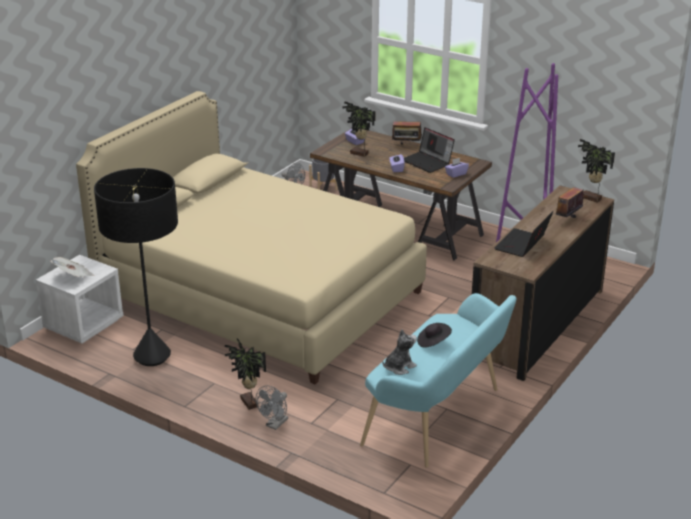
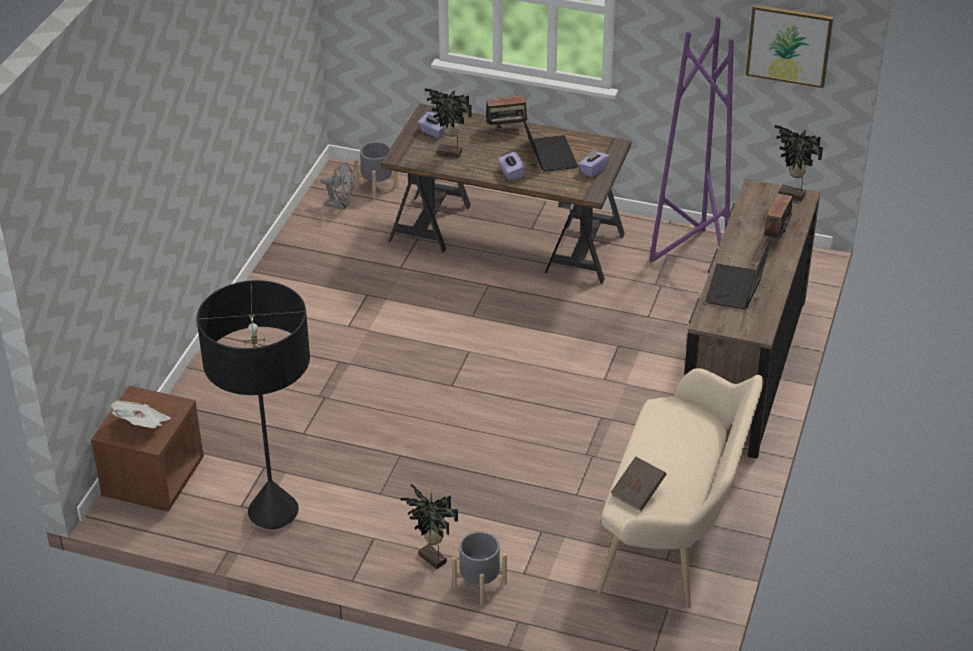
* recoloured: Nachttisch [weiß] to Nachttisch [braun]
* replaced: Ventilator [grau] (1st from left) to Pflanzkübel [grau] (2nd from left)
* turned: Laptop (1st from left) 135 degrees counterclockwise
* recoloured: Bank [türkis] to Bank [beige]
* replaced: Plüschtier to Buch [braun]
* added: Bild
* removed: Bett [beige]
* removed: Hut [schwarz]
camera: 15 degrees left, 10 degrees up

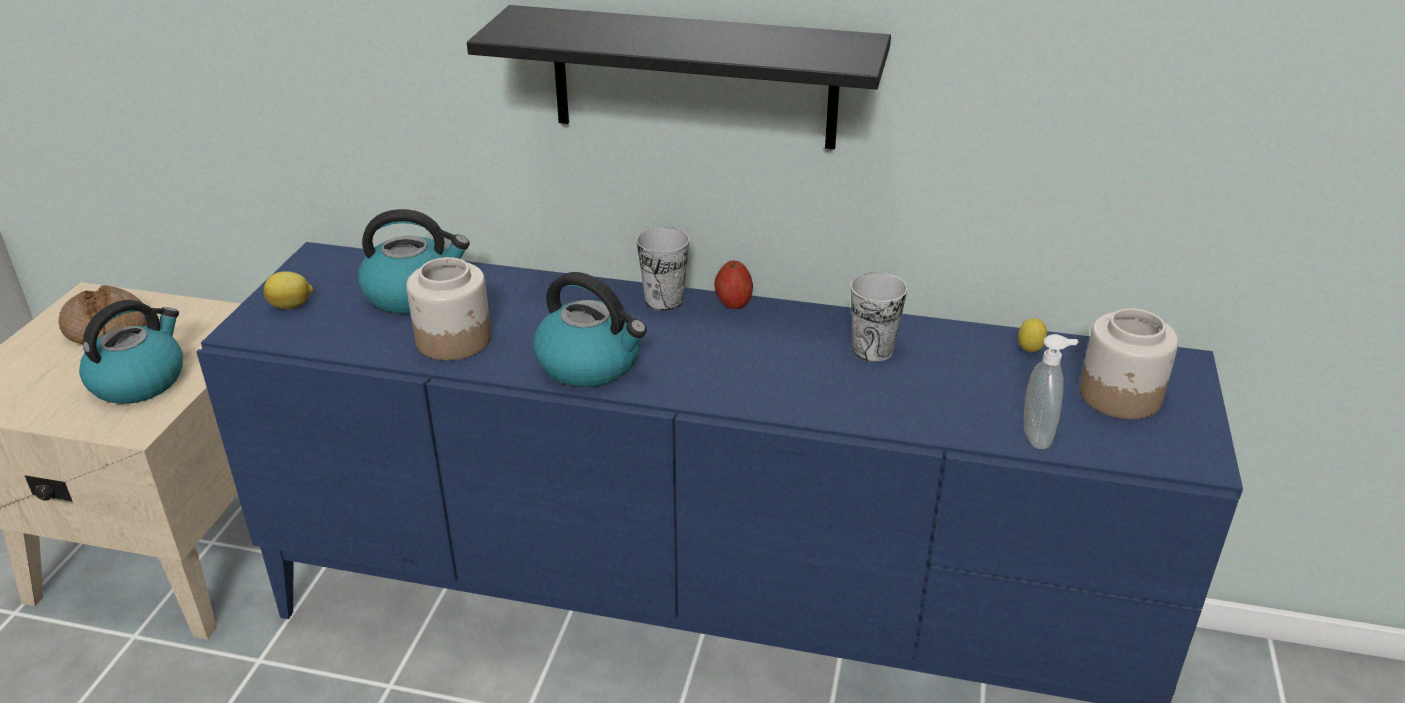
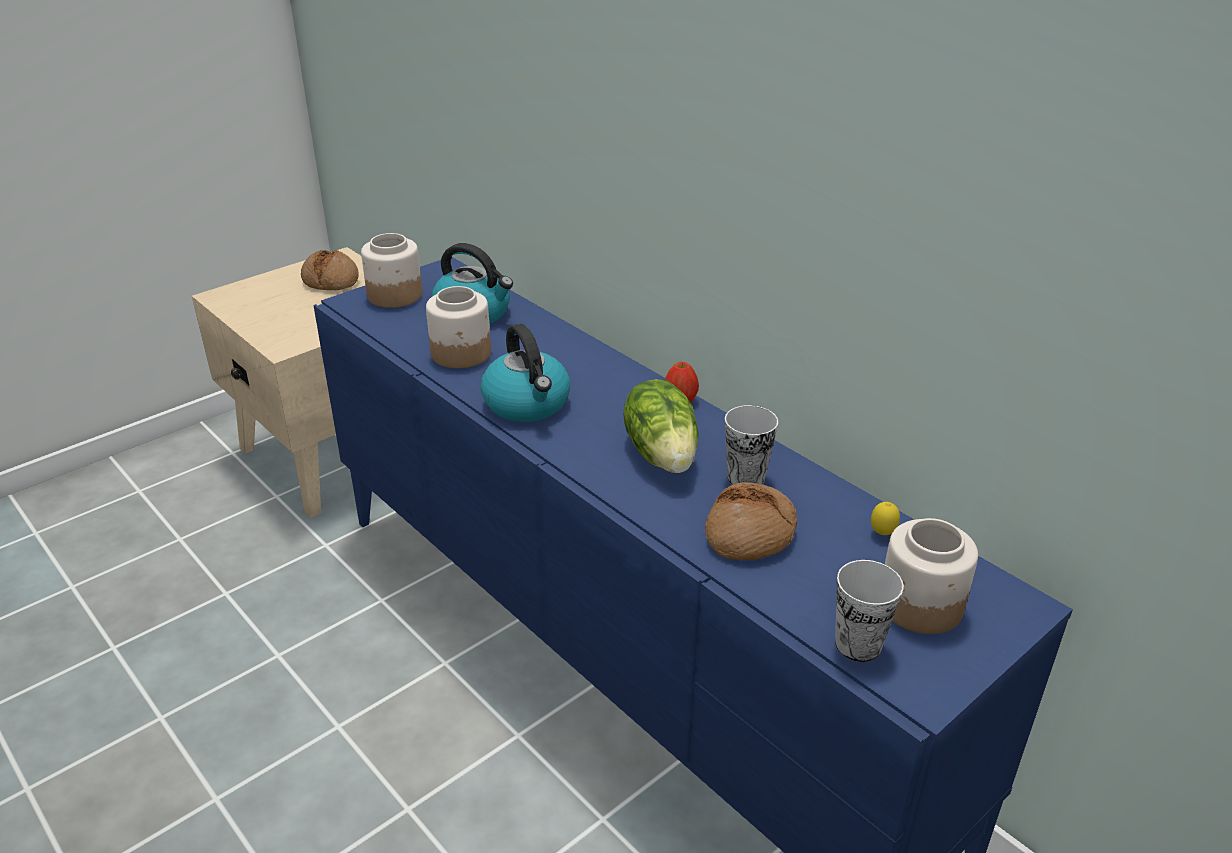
* replaced: Zitrone (1st from left) to Vorratsglas (1st from left)
* added: Salatkopf
* added: Brot (2nd from left)
* moved: Tasse (1st from left in the first image) to Tasse (2nd from left)
* removed: Wasserkessel (1st from left)
* removed: Wandregal [schwarz]
* removed: Seifenspender
camera: 35 degrees right, 0 degrees up

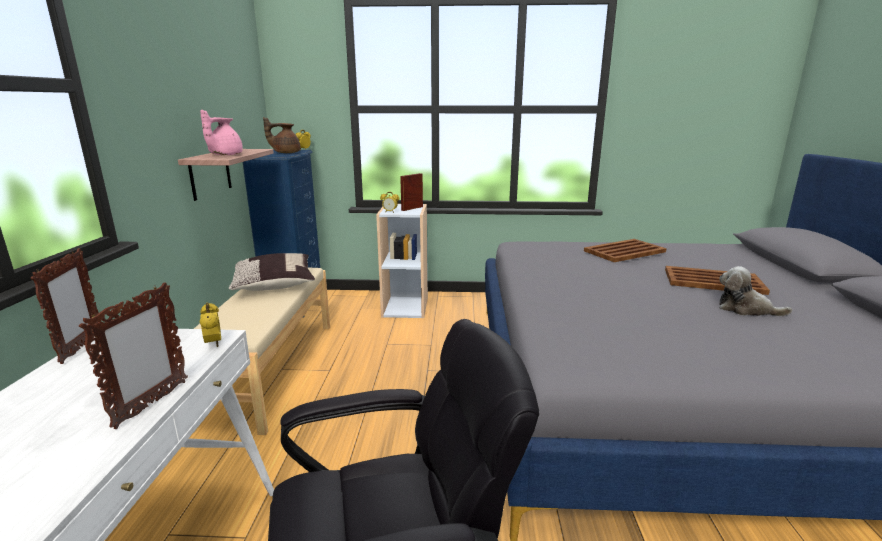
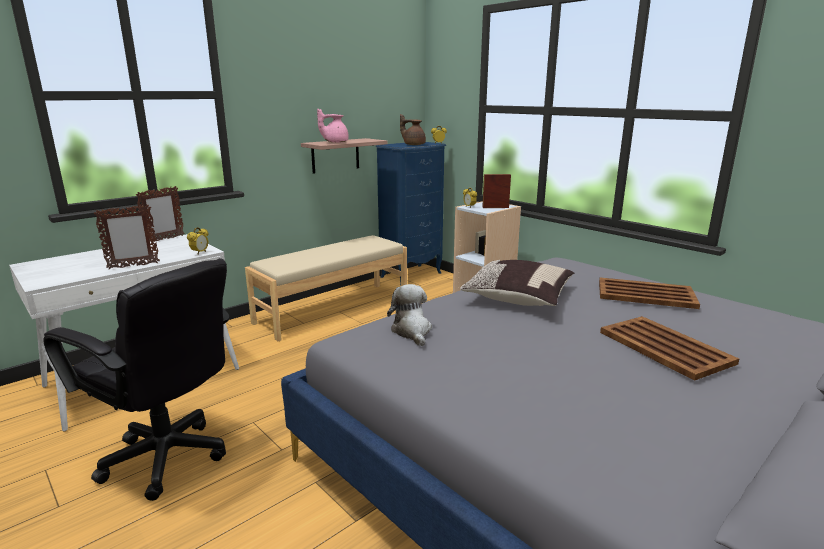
* moved: Plüschtier
* moved: Kissen
camera: 45 degrees right, 0 degrees up

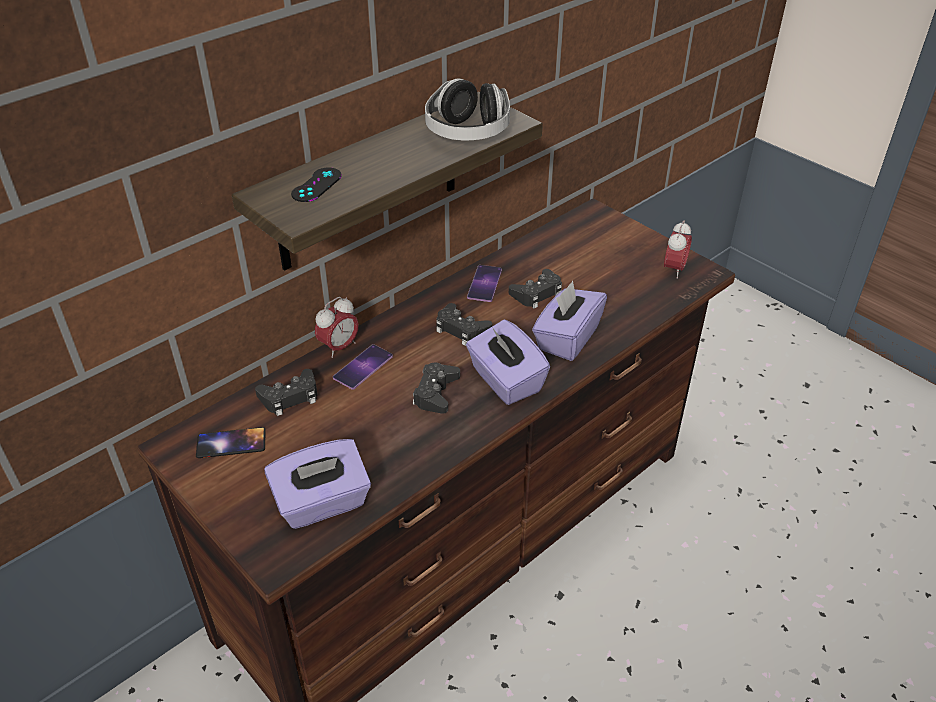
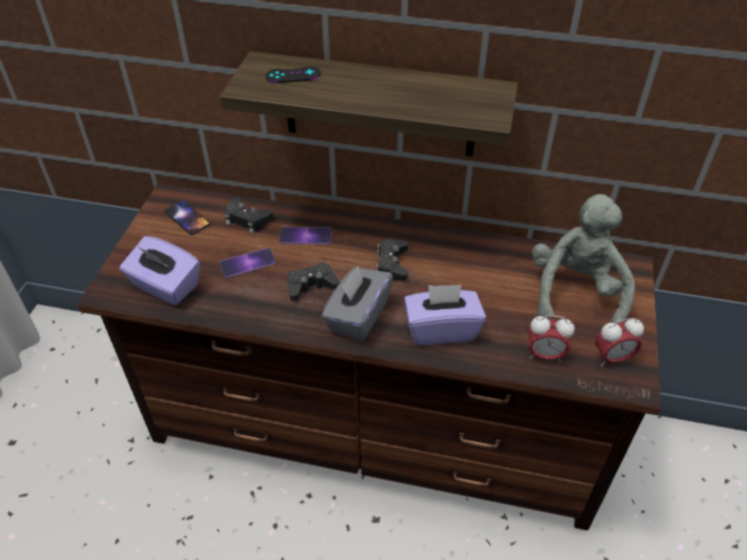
* moved: Handy (3rd from left in the first image) to Handy (2nd from left)
* recoloured: Taschentuchbox [lila] (2nd from left) to Taschentuchbox [grau]
* moved: Wecker (1st from left)
* added: Plüschtier [grau]
* removed: Kopfhörer
* removed: Gamepad [schwarz] (5th from left)
camera: 55 degrees right, 5 degrees up

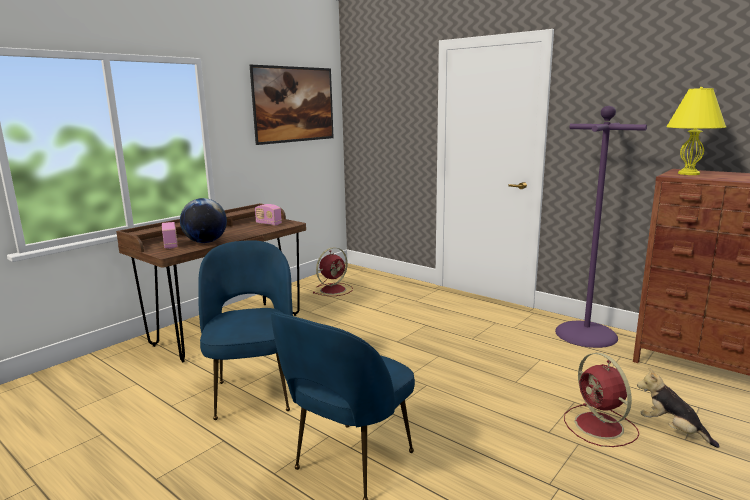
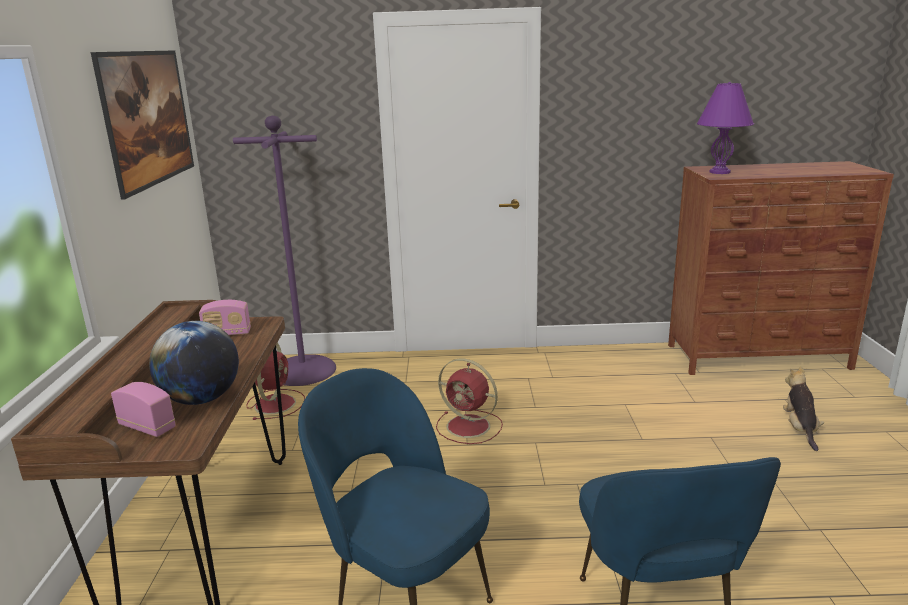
* moved: Kleiderständer [lila]
* moved: Ventilator [rot] (2nd from left)
* recoloured: Tischlampe [gelb] to Tischlampe [lila]
* turned: Plüschtier 90 degrees clockwise
camera: 40 degrees left, 5 degrees up

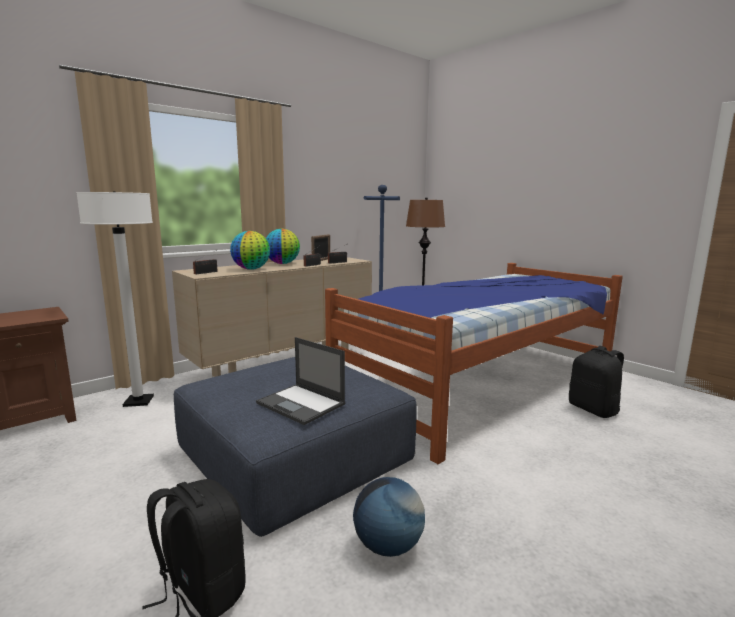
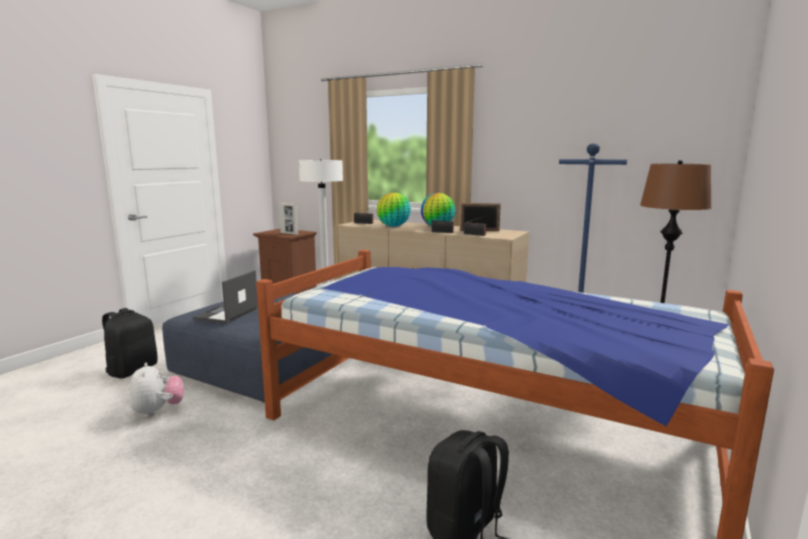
* replaced: Globus (3rd from left) to Plüschtier
* added: Bilderrahmen (1st from left)
camera: 70 degrees right, 0 degrees up

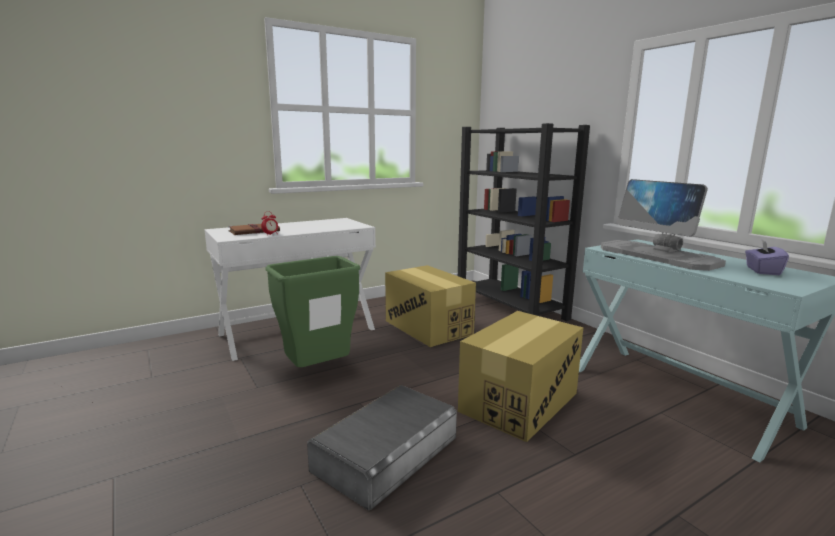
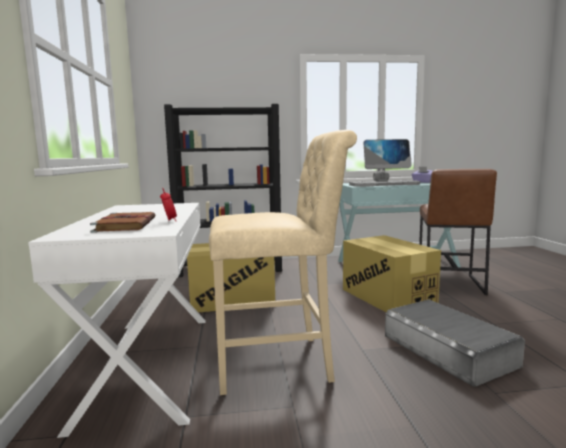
* replaced: Mülleimer [grün] to Hocker [beige]
* added: Stuhl [braun]
camera: 65 degrees left, 5 degrees down

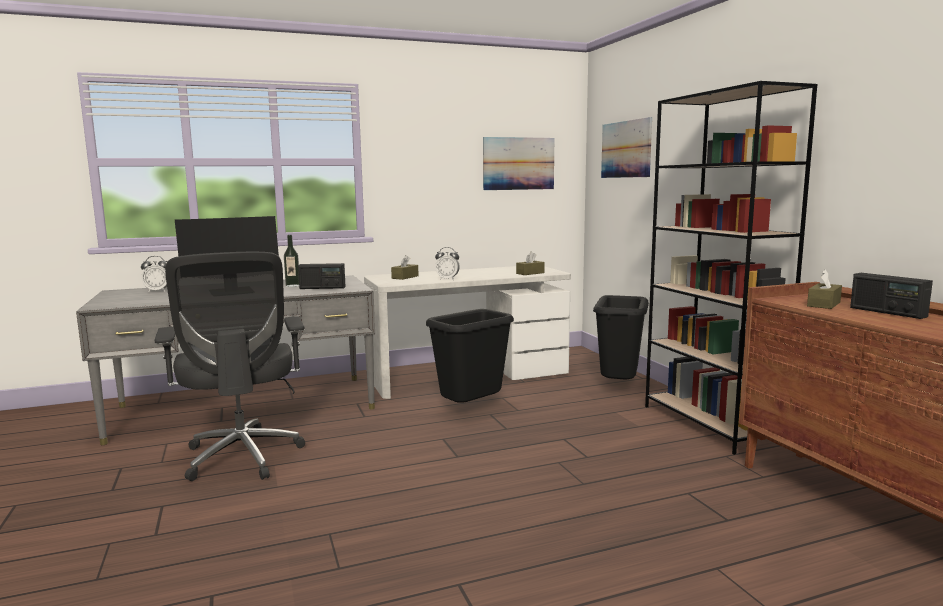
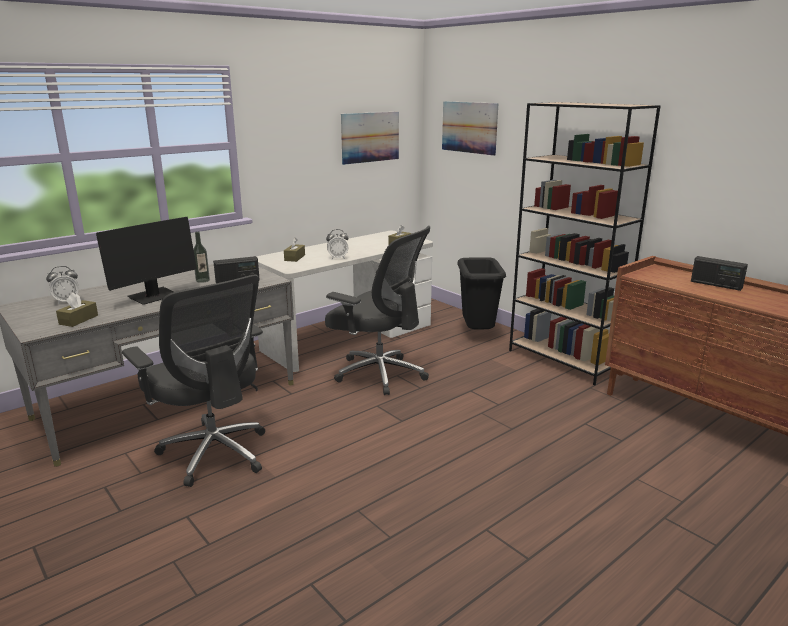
* moved: Taschentuchbox [braun] (3rd from left in the first image) to Taschentuchbox [braun] (1st from left)
* replaced: Mülleimer [schwarz] (1st from left) to Bürostuhl (2nd from left)
camera: 20 degrees left, 10 degrees up

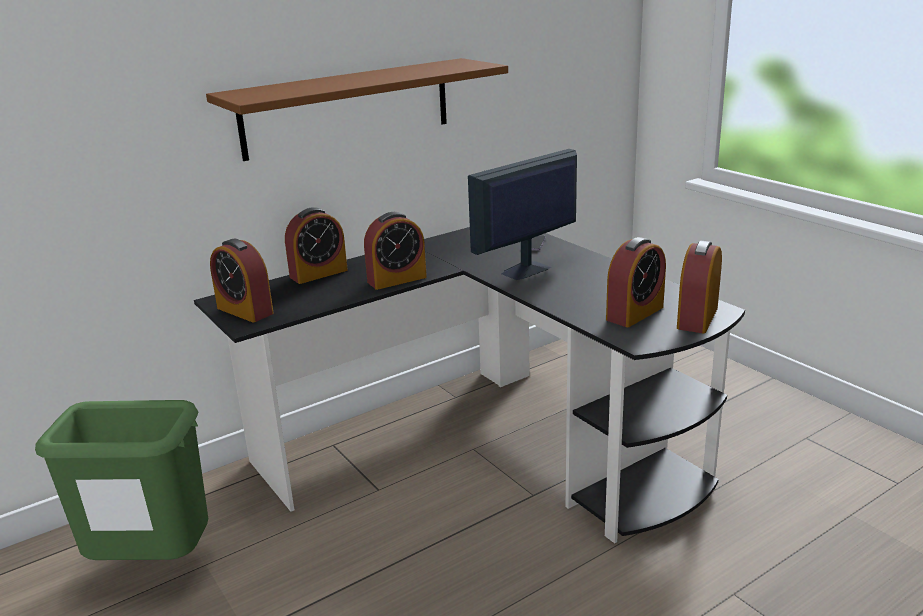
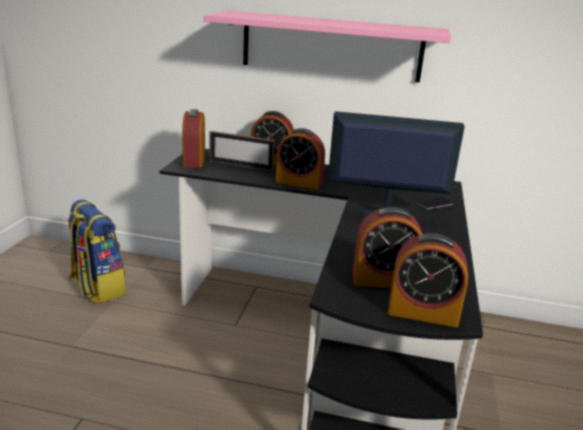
* replaced: Mülleimer [grün] to Rucksack
* recoloured: Wandregal [braun] to Wandregal [rosa]
* added: Bilderrahmen
* turned: Wecker (5th from left) 150 degrees counterclockwise
camera: 45 degrees right, 0 degrees up

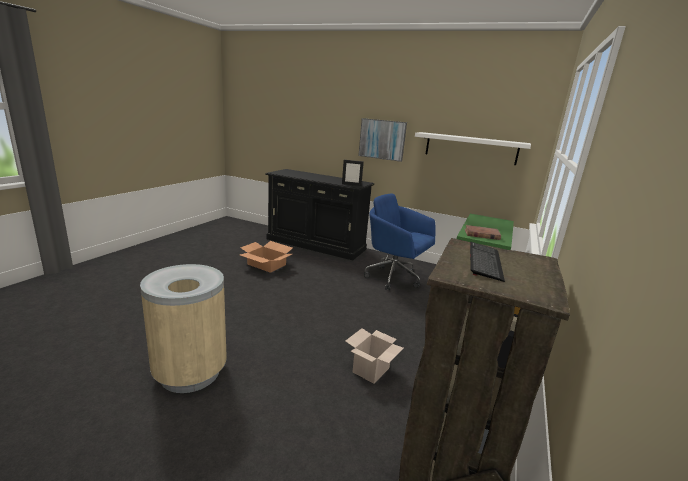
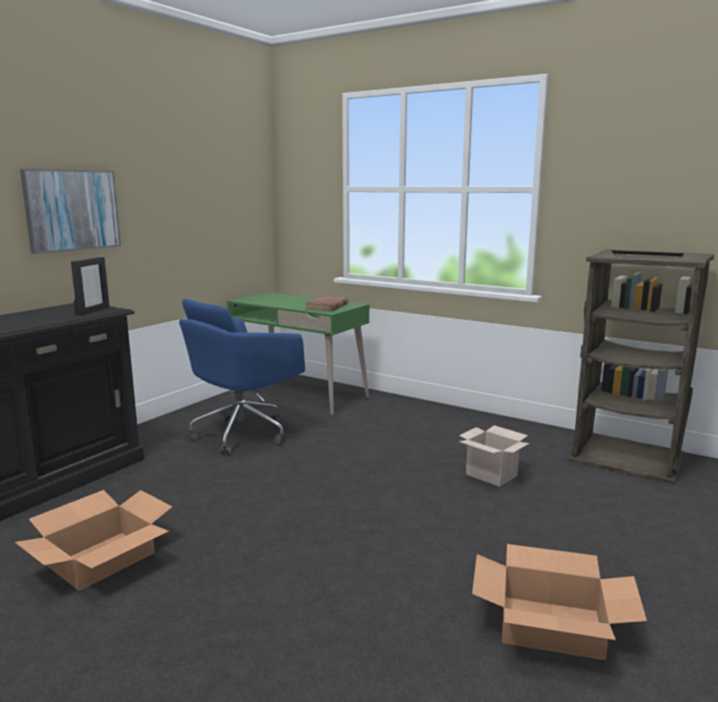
* replaced: Mülleimer [beige] to Karton (3rd from left)
* removed: Wandregal [weiß]
camera: 80 degrees left, 5 degrees down

